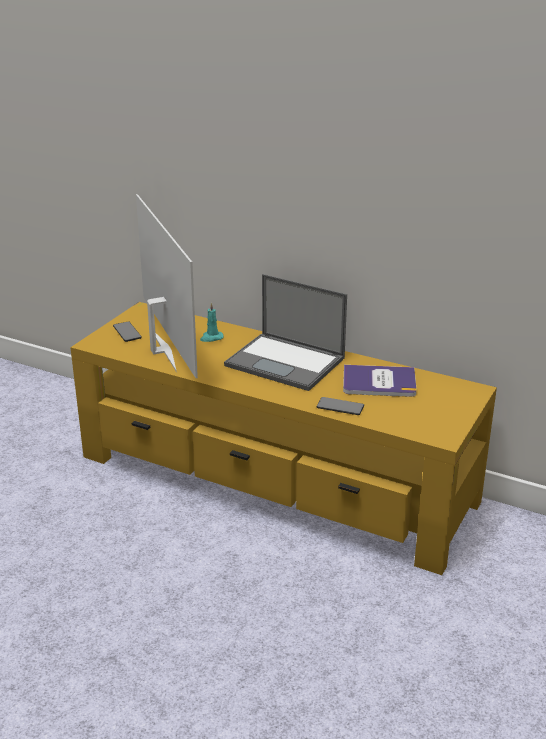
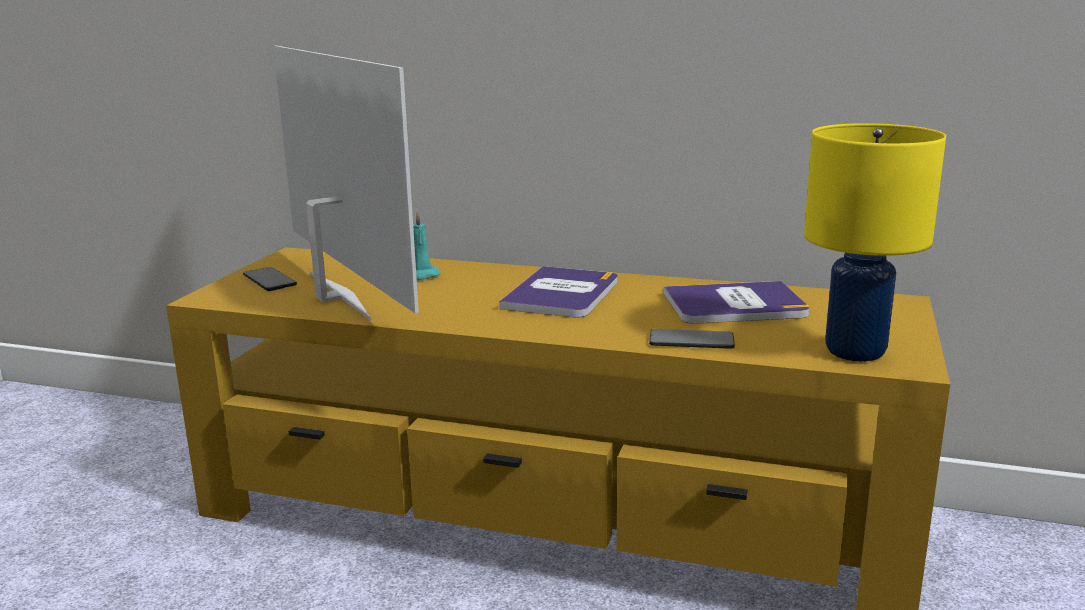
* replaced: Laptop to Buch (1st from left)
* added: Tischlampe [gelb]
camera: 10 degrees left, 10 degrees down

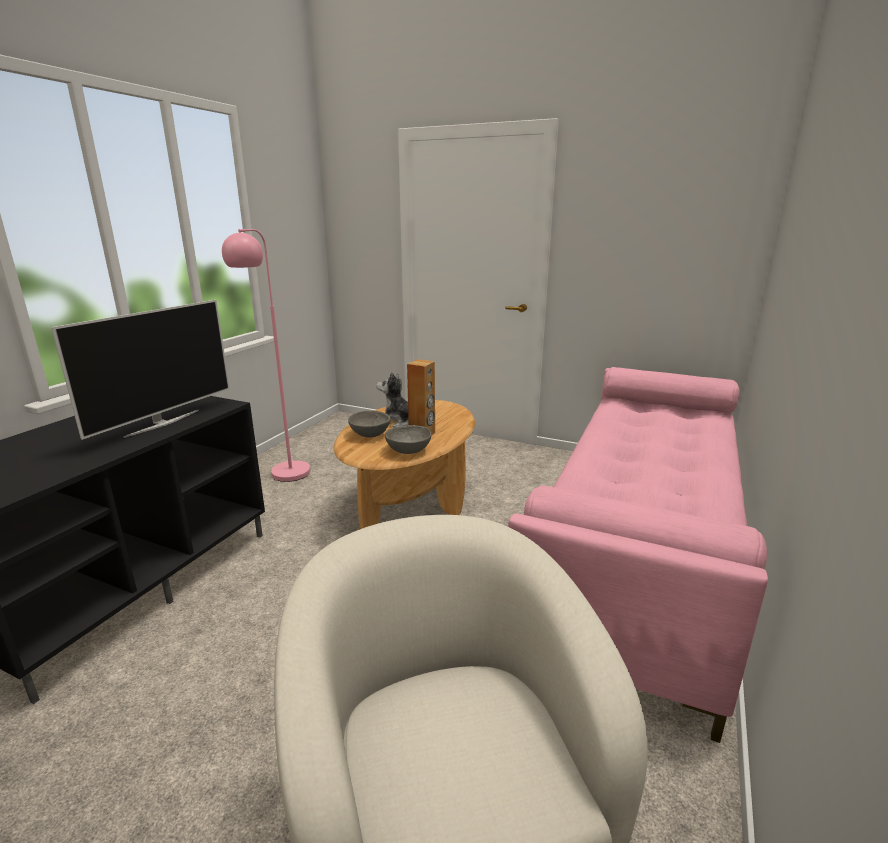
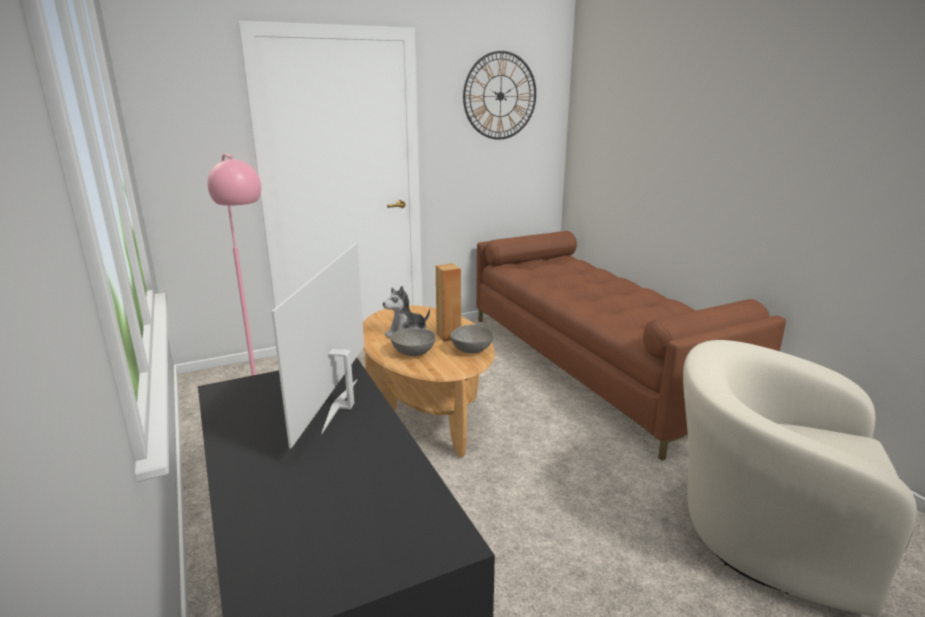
* turned: Fernseher 150 degrees counterclockwise
* added: Wanduhr
* recoloured: Sofa [rosa] to Sofa [braun]
camera: 50 degrees left, 0 degrees up

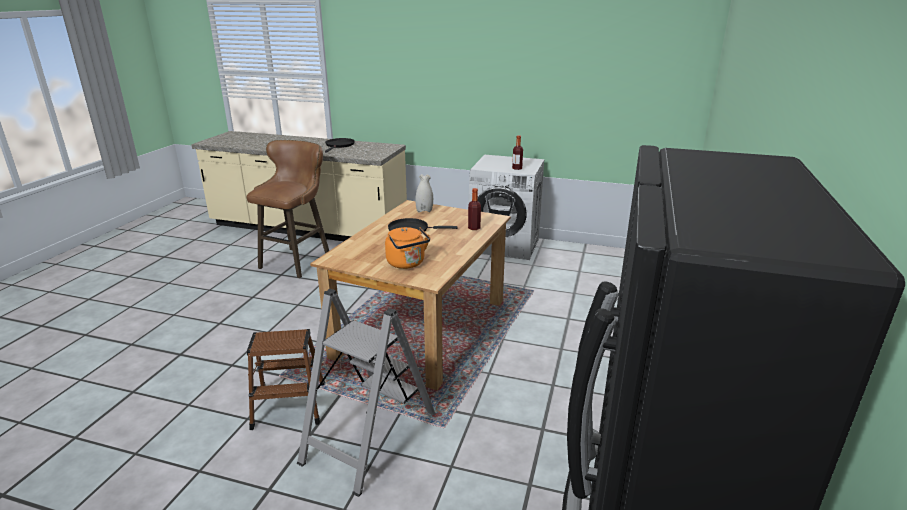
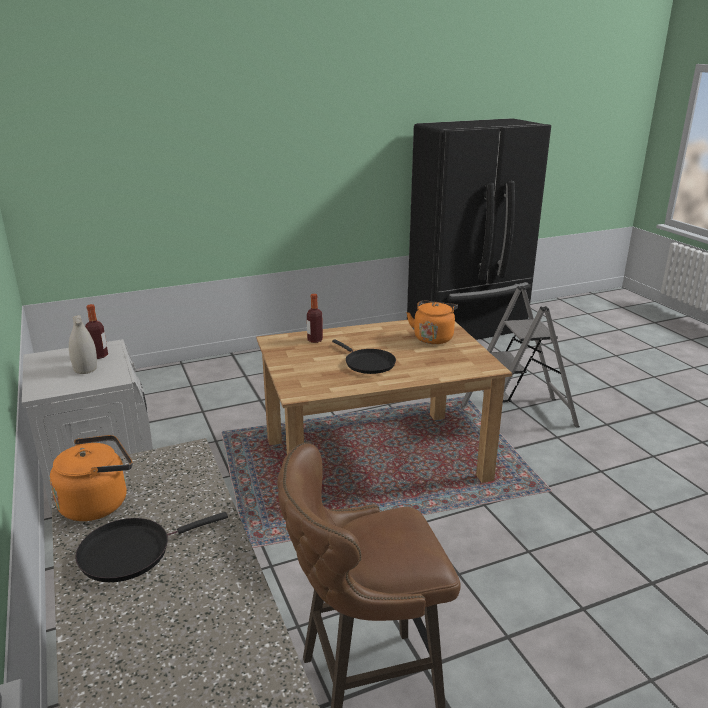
* added: Wasserkessel [orange] (1st from left)
* moved: Vase [weiß]
* removed: Trittleiter [braun]
camera: 130 degrees left, 0 degrees up

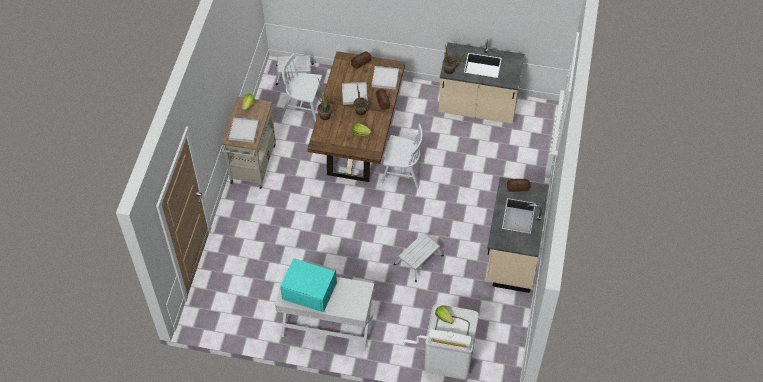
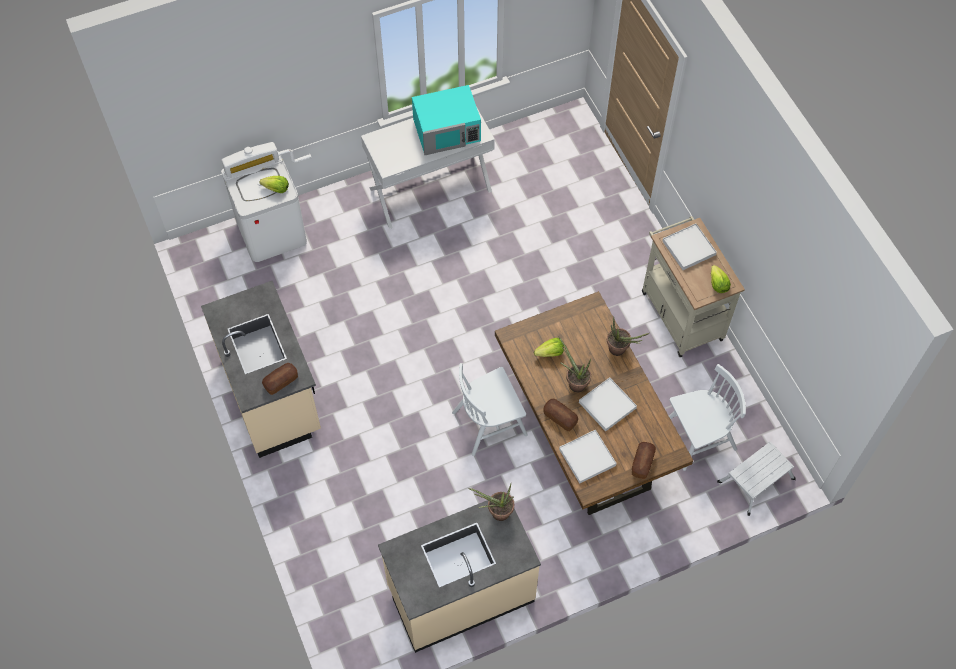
* removed: Trittleiter [weiß] (2nd from left)
camera: 145 degrees right, 5 degrees up

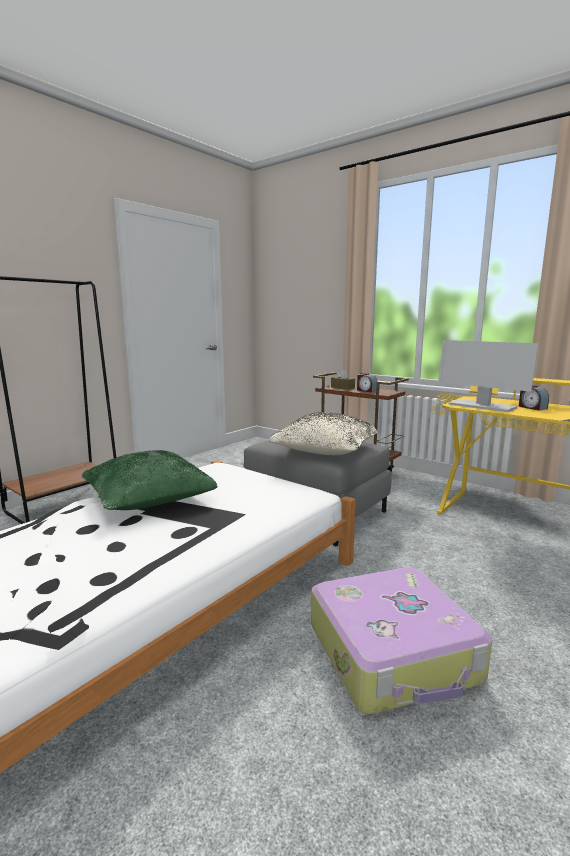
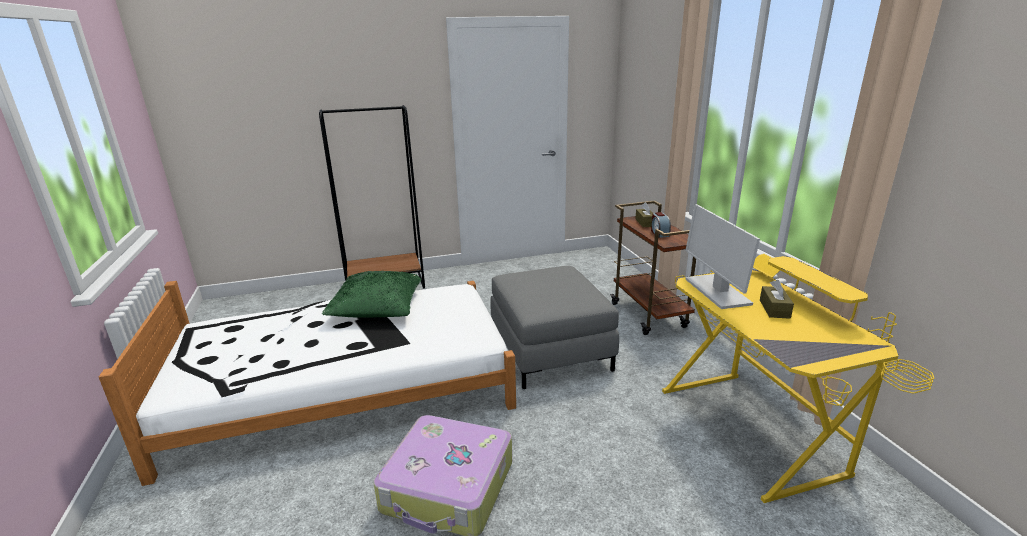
* replaced: Wecker (2nd from left) to Taschentuchbox [braun] (2nd from left)
* removed: Kissen [beige]
camera: 35 degrees right, 10 degrees up

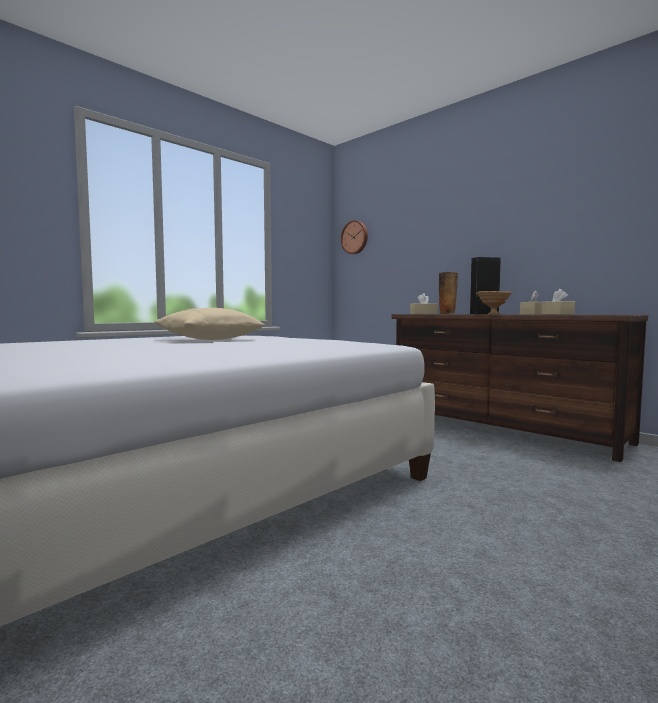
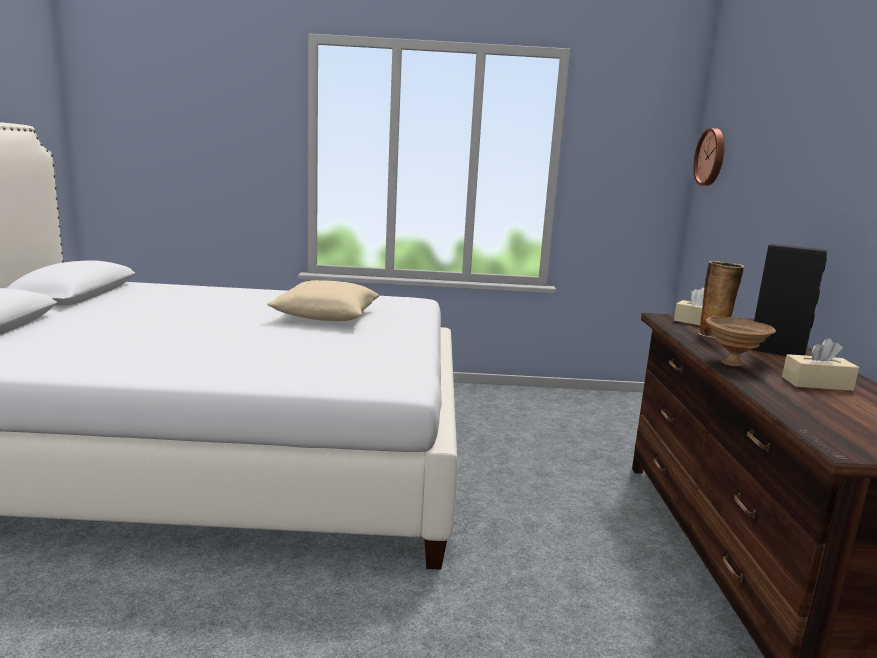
* removed: Taschentuchbox [beige] (3rd from left)
camera: 45 degrees right, 10 degrees up

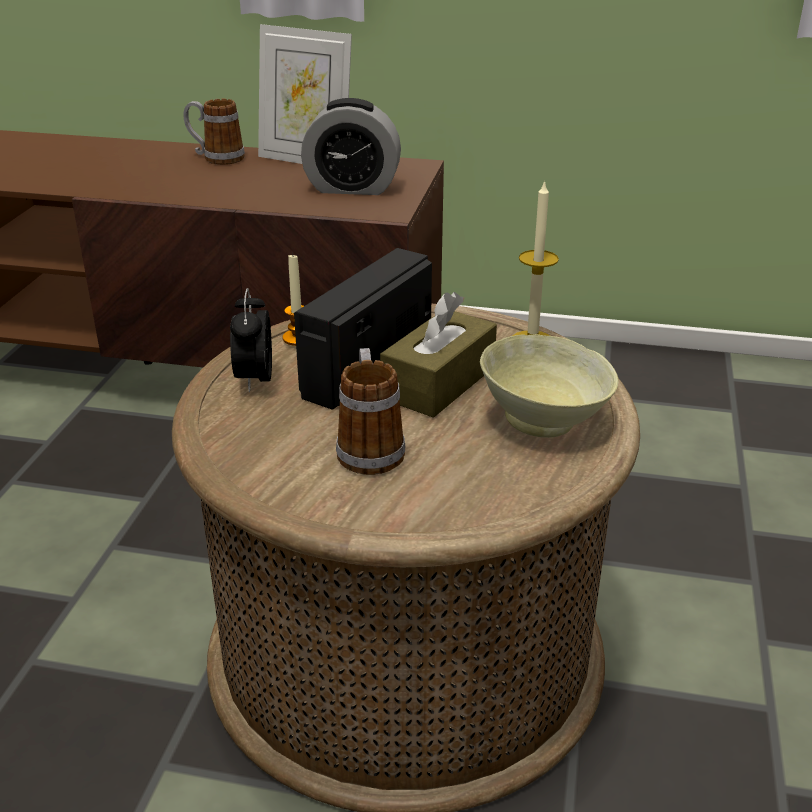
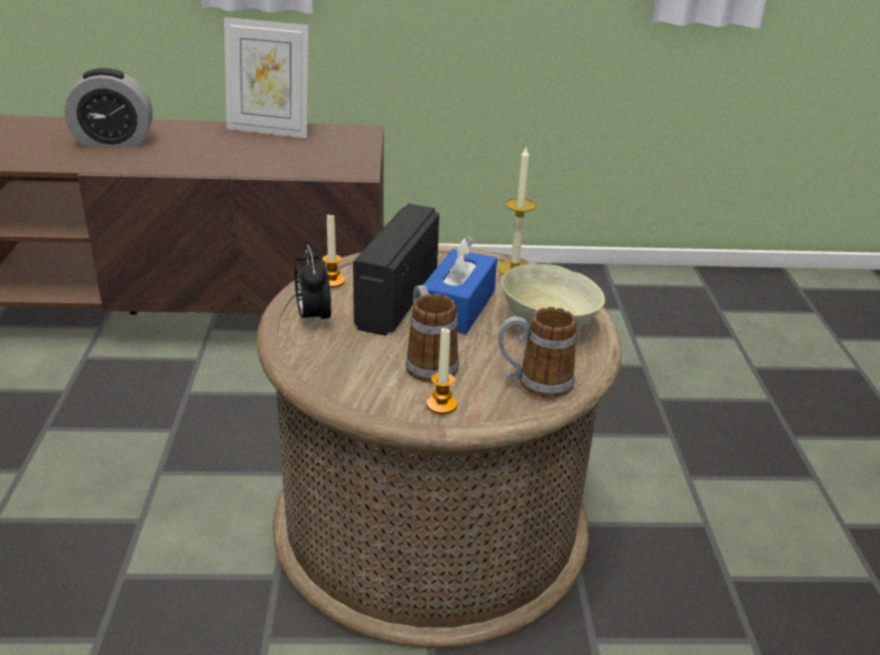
* moved: Wecker (2nd from left in the first image) to Wecker (1st from left)
* recoloured: Taschentuchbox [braun] to Taschentuchbox [blau]
* added: Kerze (2nd from left)
* moved: Henkelbecher (1st from left in the first image) to Henkelbecher (2nd from left)
camera: 15 degrees left, 0 degrees up

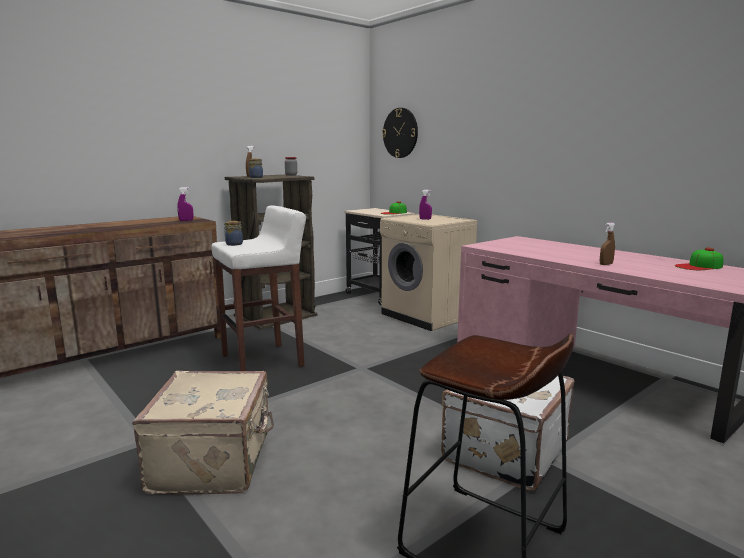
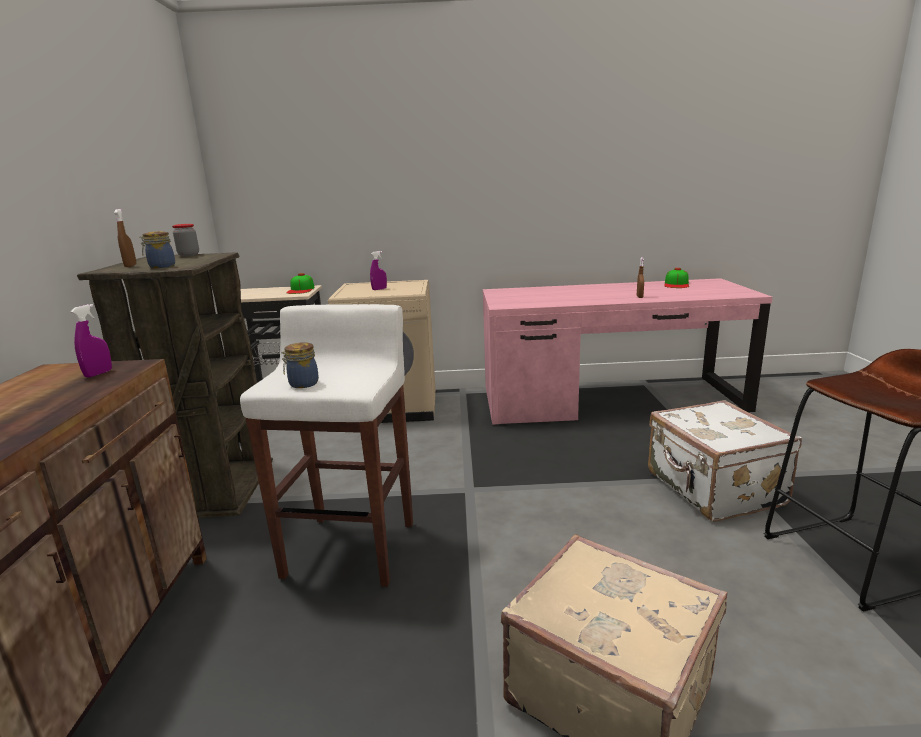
* removed: Wanduhr
camera: 50 degrees left, 5 degrees up

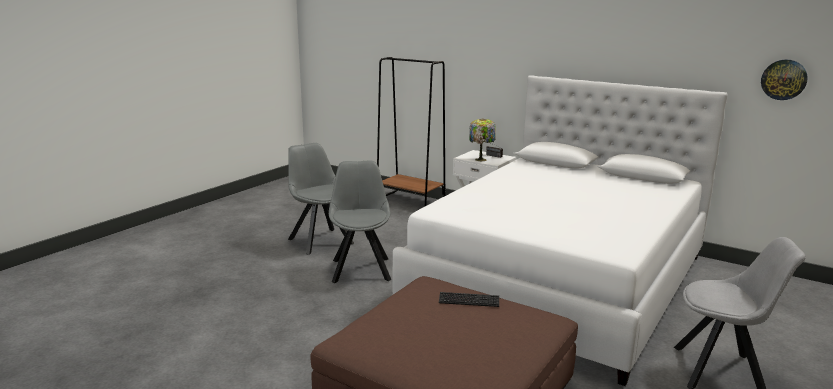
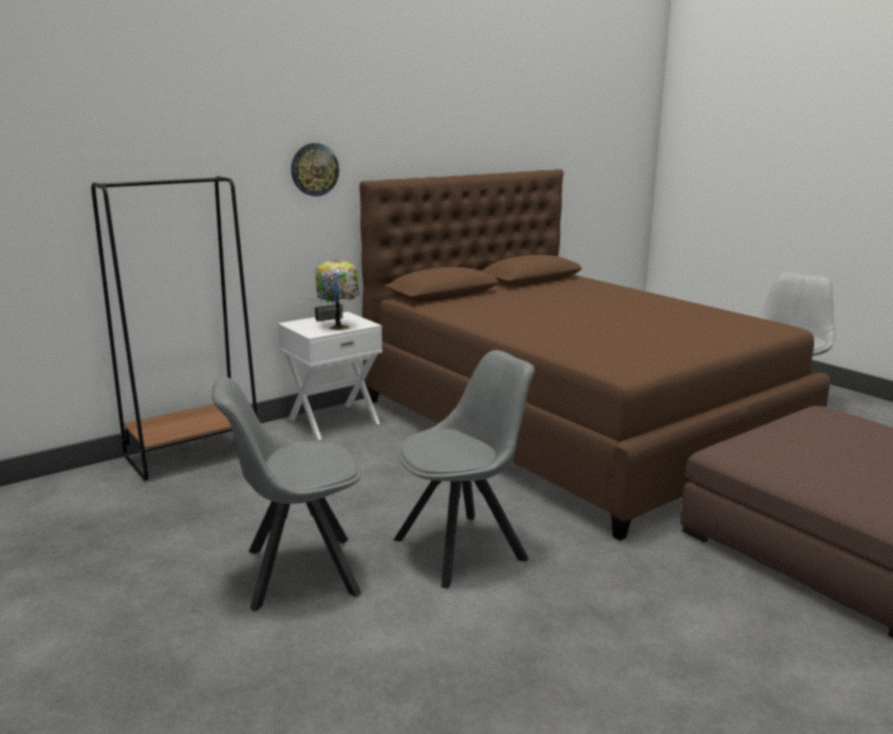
* moved: Wanduhr
* recoloured: Bett [weiß] to Bett [braun]
* turned: Stuhl [grau] (2nd from left) 135 degrees clockwise
* removed: Tastatur
camera: 70 degrees left, 0 degrees up

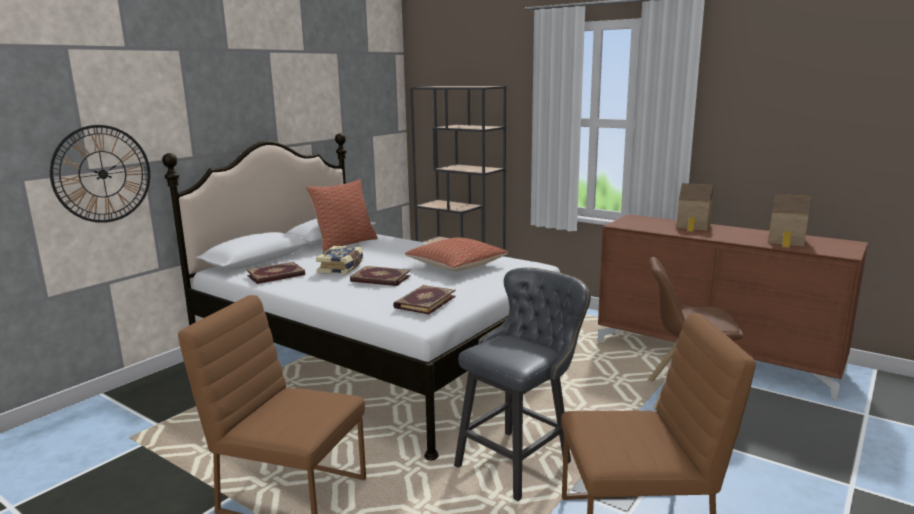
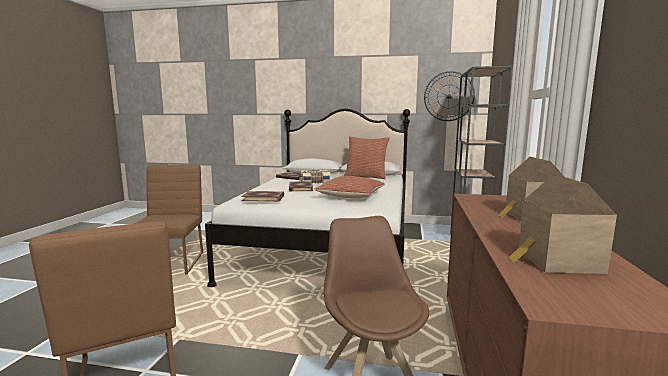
* moved: Wanduhr
* removed: Hocker [grau]
camera: 65 degrees right, 5 degrees down

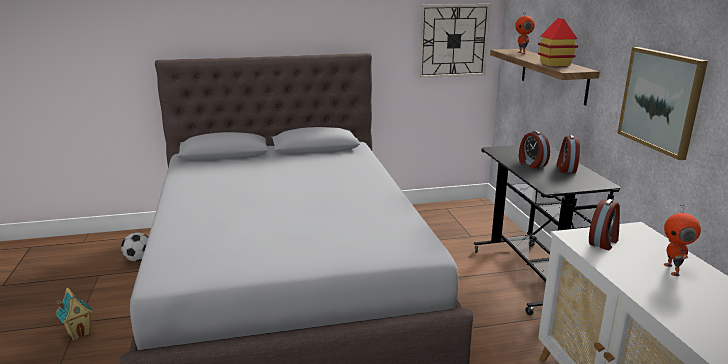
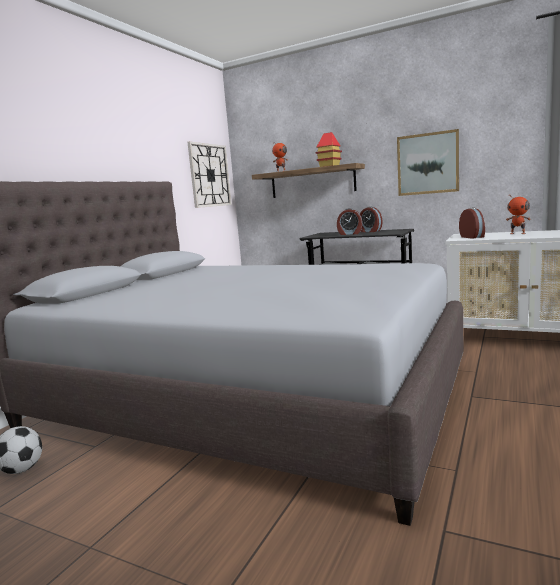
* removed: Spielzeughaus (1st from left)
camera: 50 degrees left, 10 degrees down

